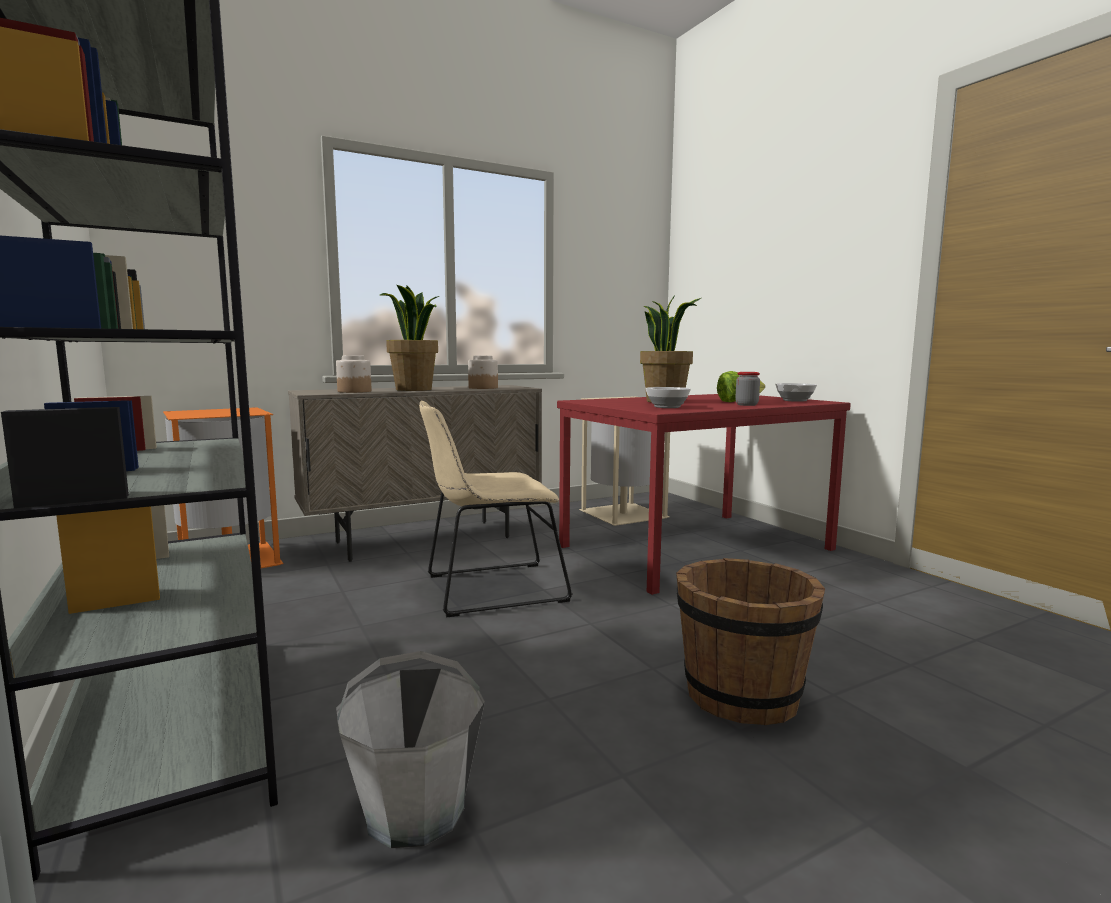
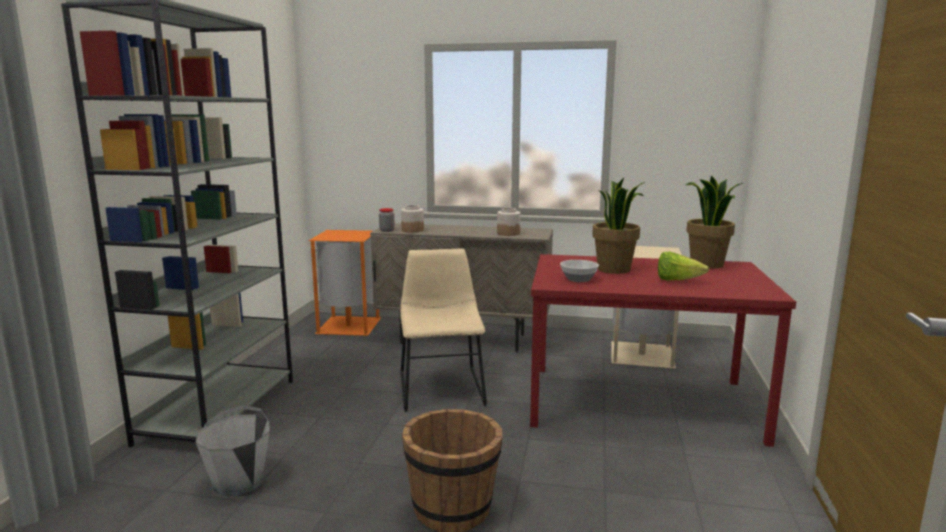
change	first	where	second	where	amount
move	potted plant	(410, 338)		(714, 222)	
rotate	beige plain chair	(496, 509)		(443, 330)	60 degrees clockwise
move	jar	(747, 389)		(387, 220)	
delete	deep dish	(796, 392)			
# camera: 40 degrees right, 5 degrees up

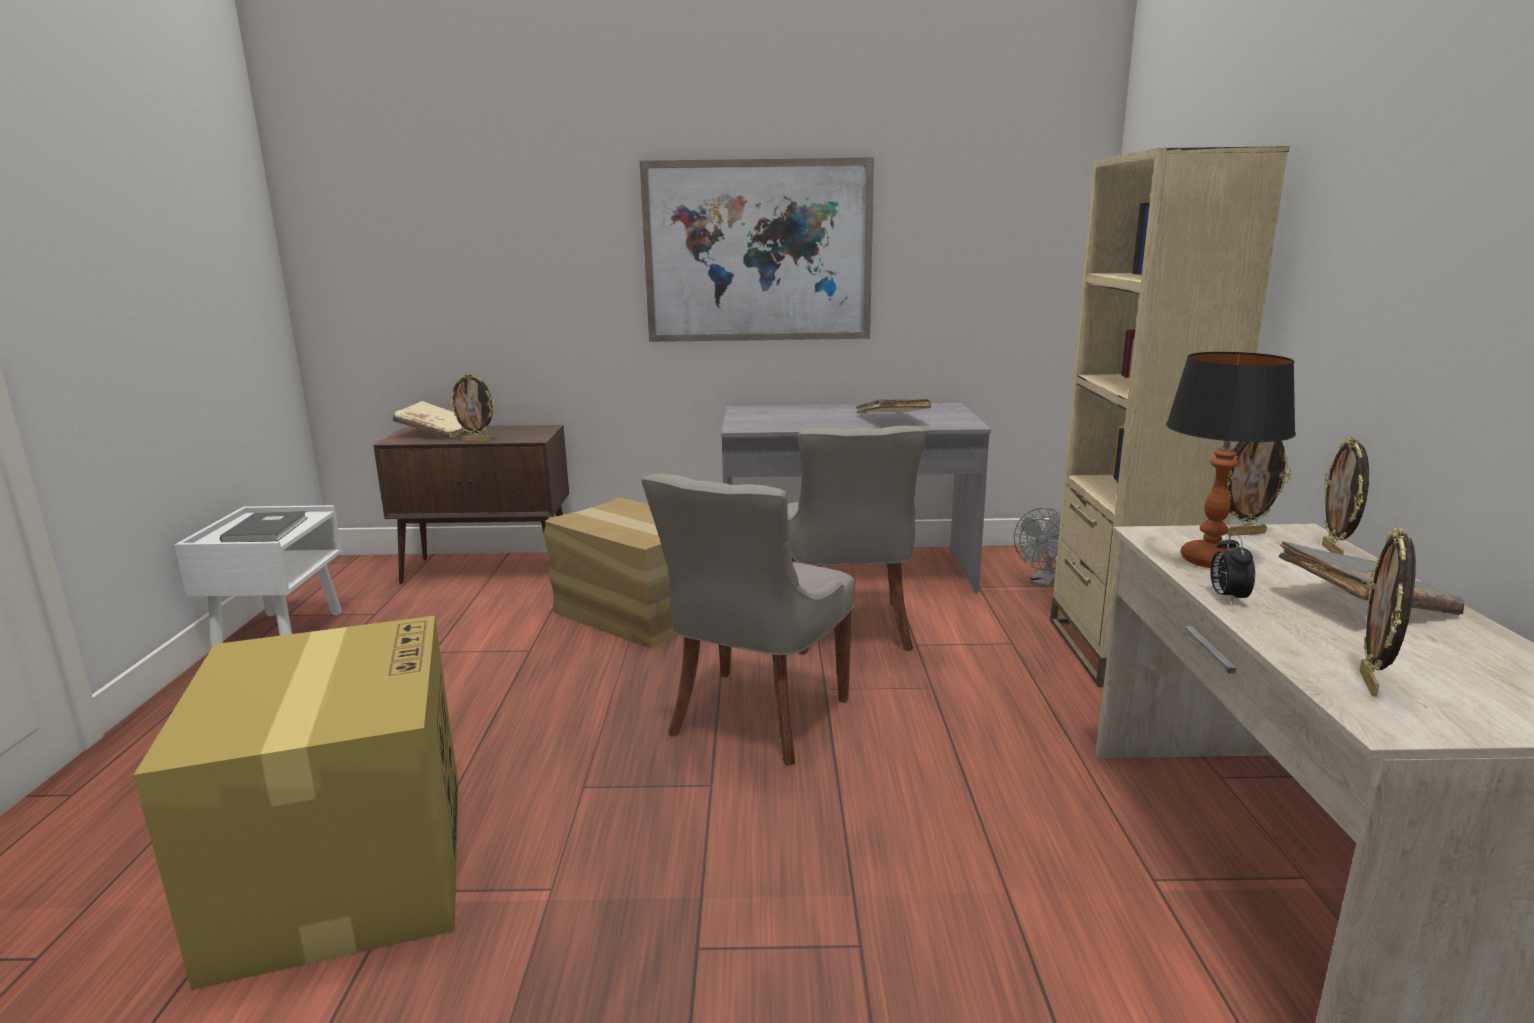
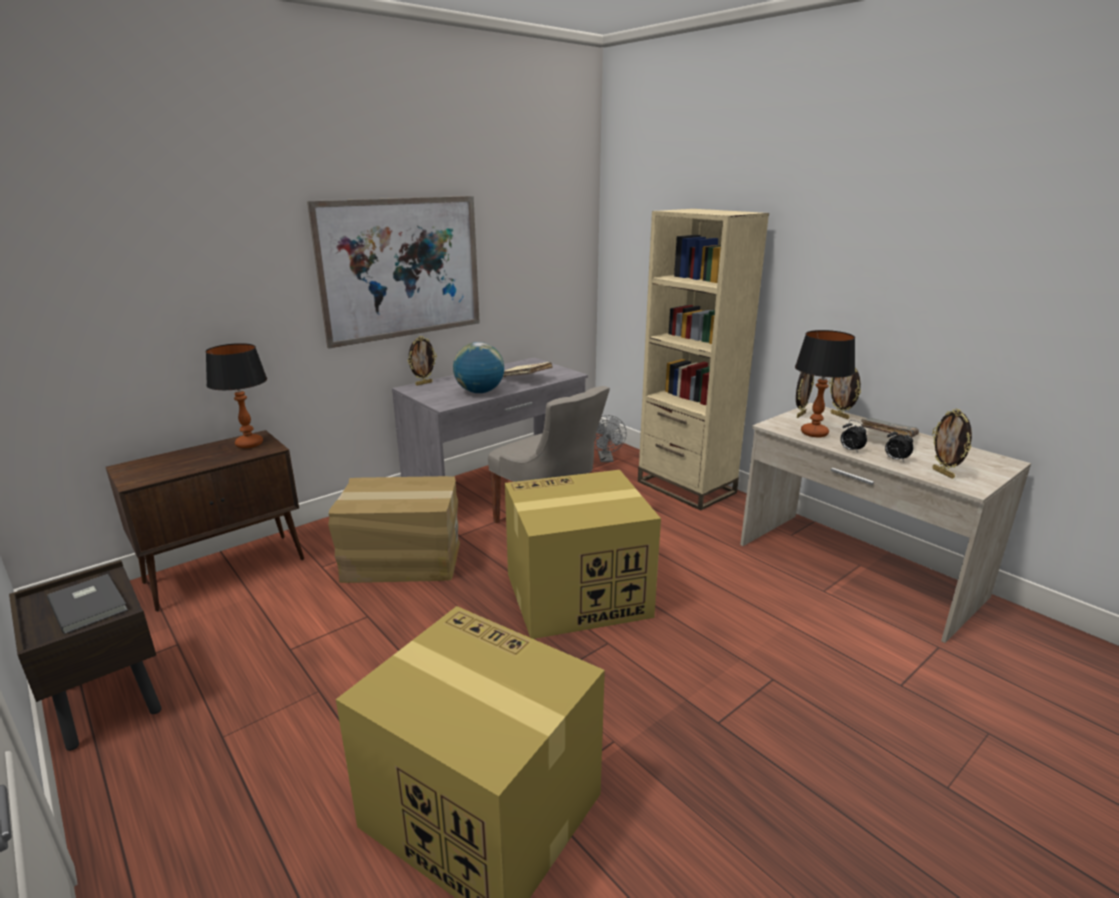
change	first	where	second	where	amount
recolor	white-coloured nightstand	(258, 577)	brown nightstand	(85, 655)	
delete	beige bound book	(430, 420)			
move	photo frame	(472, 407)		(422, 361)	
replace	grey plain chair	(748, 620)	packing box	(583, 554)	
insert			table lamp	(236, 395)	
insert			globe	(478, 367)	
insert			table clock	(899, 445)	
# camera: 40 degrees left, 5 degrees up

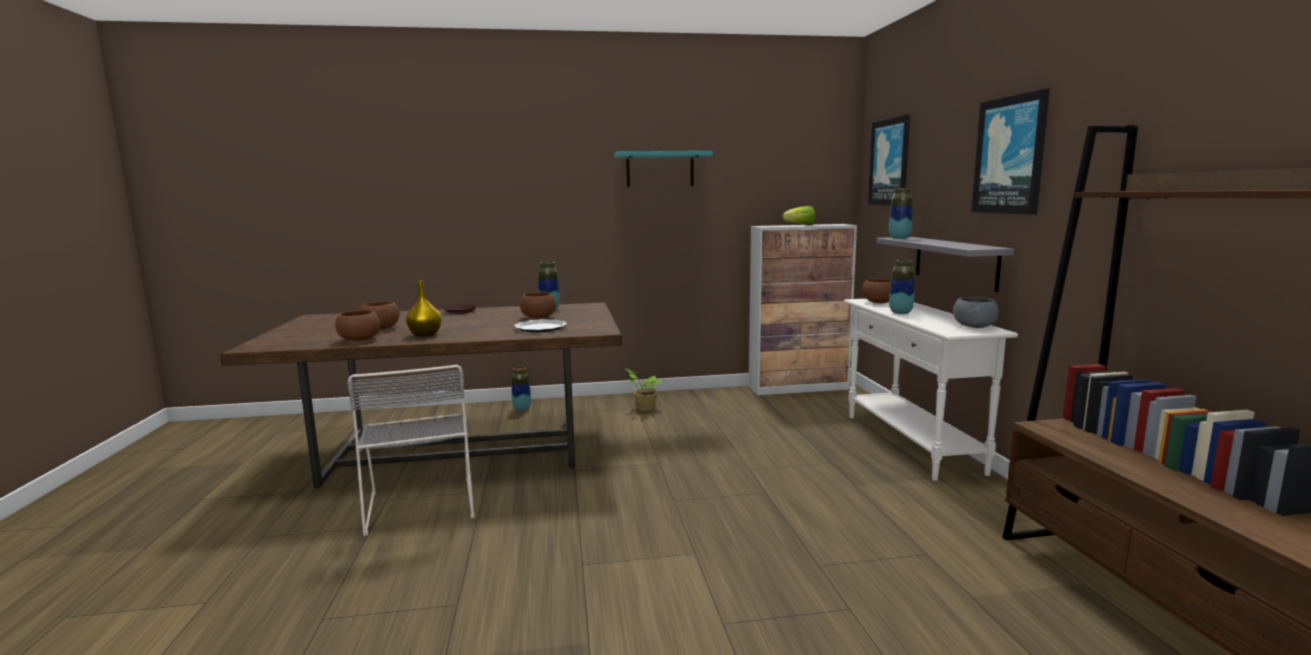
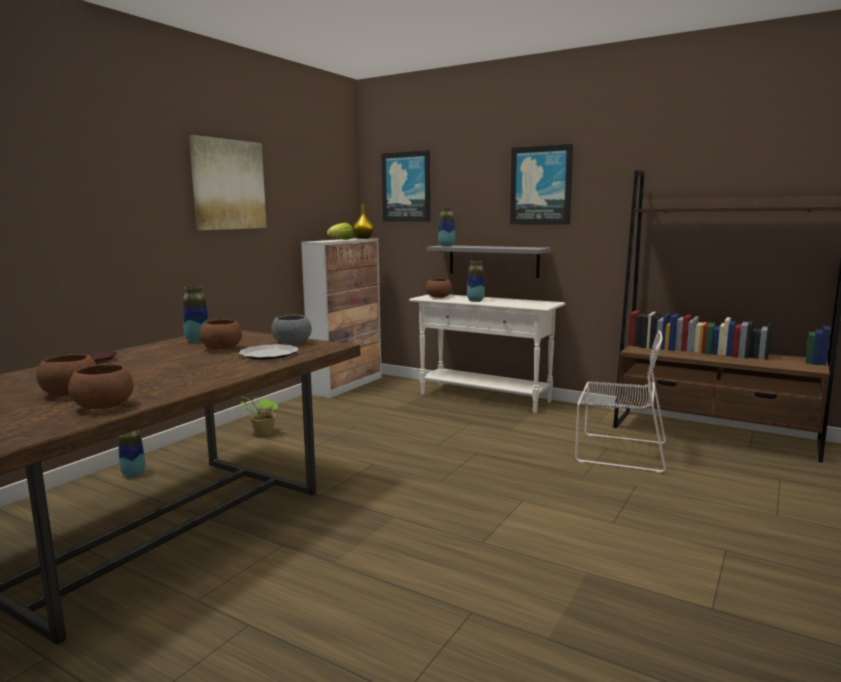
change	first	where	second	where	amount
move	grey plain chair	(411, 450)		(620, 402)	
move	yellow-coloured flower vase	(424, 309)		(363, 221)	
replace	turquoise wall shelf	(663, 169)	picture	(228, 182)	
move	grey deep dish	(976, 312)		(291, 329)	
# camera: 50 degrees left, 0 degrees up

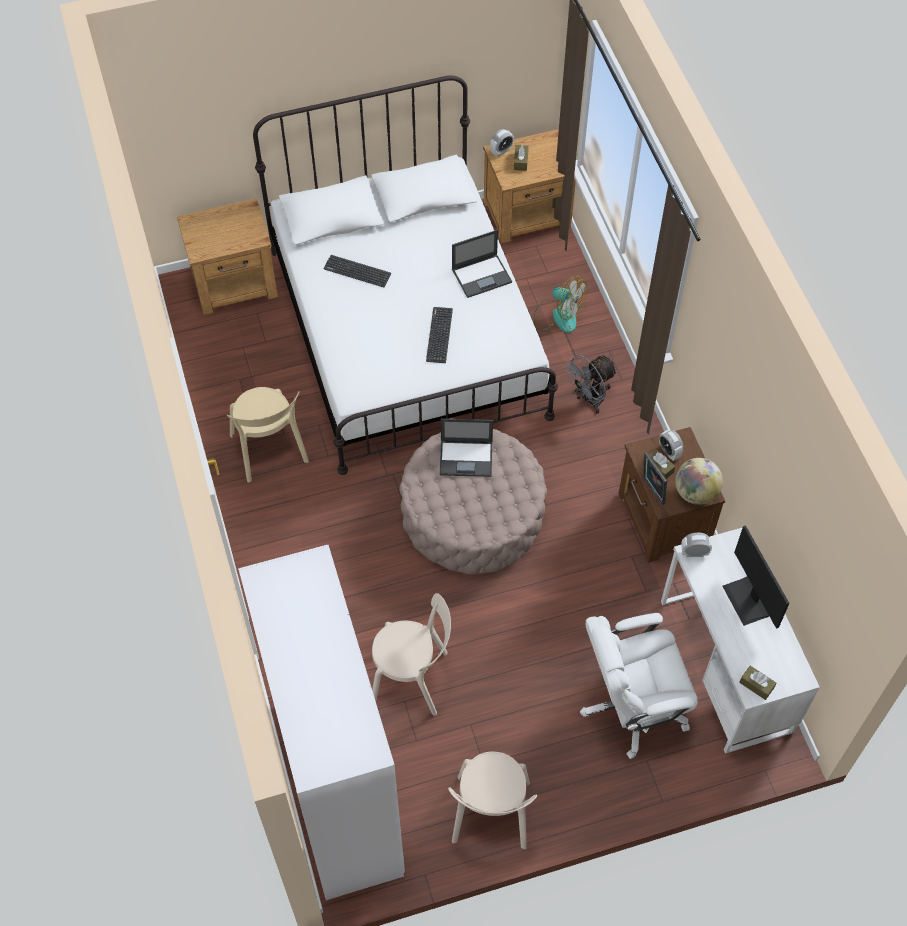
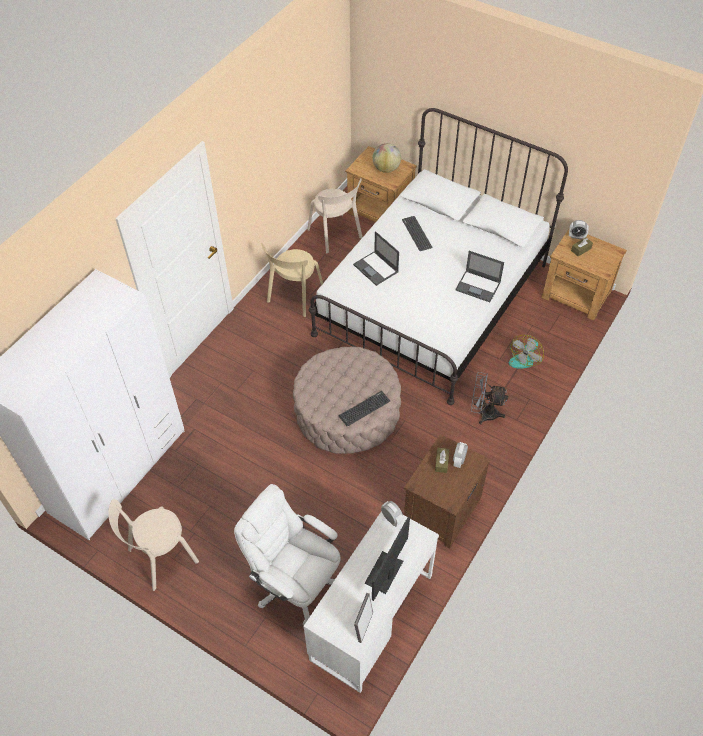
change	first	where	second	where	amount
move	beige plain chair	(411, 654)		(335, 215)	
move	PC keyboard	(439, 335)		(364, 409)	
move	portable computer	(466, 448)		(376, 258)	
rotate	electric fan	(560, 304)		(526, 352)	45 degrees clockwise
move	photo frame	(655, 478)		(363, 618)	
move	globe	(699, 481)		(386, 158)	
delete	brown tissue box	(757, 683)			
# camera: 50 degrees right, 5 degrees down

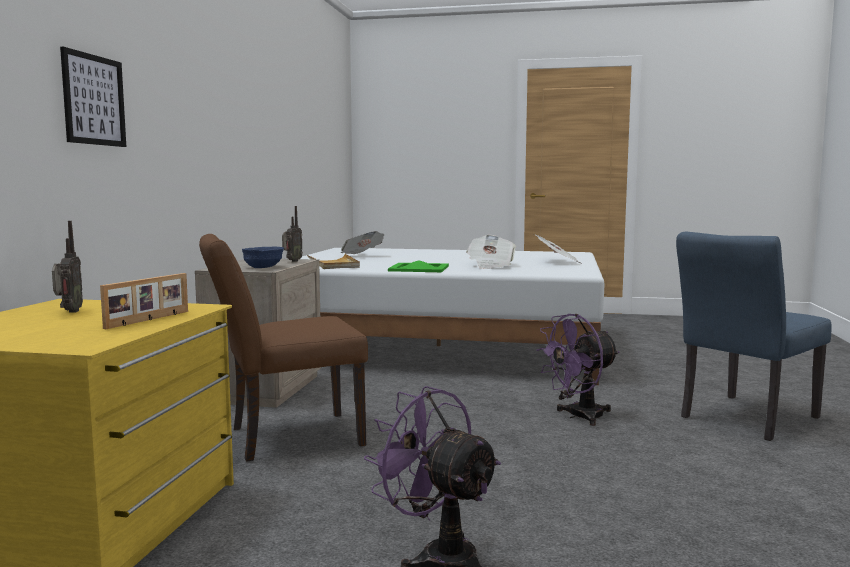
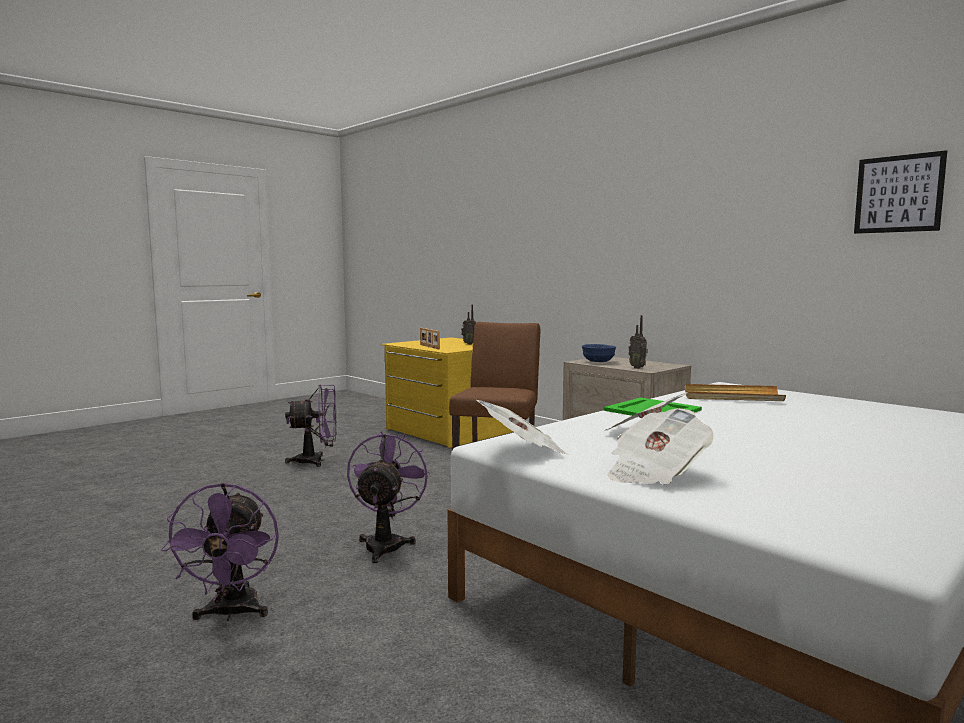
change	first	where	second	where	amount
move	picture	(93, 97)		(900, 192)	
move	daily paper	(362, 242)		(522, 427)	
replace	bluish plain chair	(754, 336)	purplish electric fan	(220, 552)	
# camera: 125 degrees right, 0 degrees up

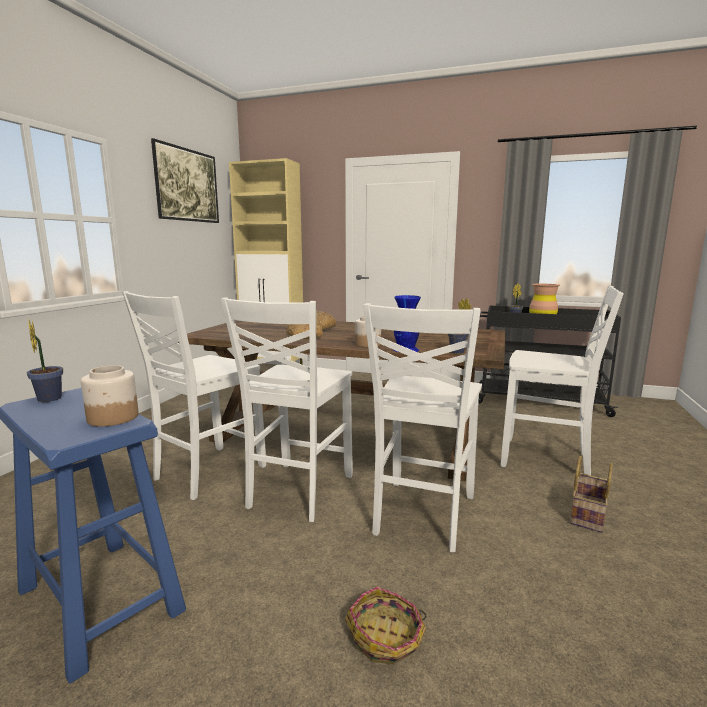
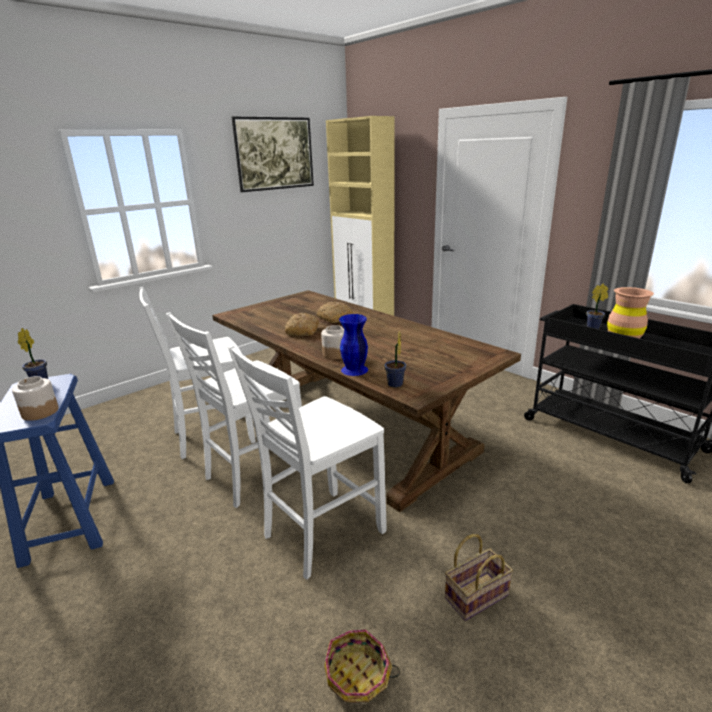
change	first	where	second	where	amount
move	basket	(385, 625)		(362, 666)	
delete	white-coloured plain chair	(562, 380)			
# camera: 30 degrees right, 10 degrees up

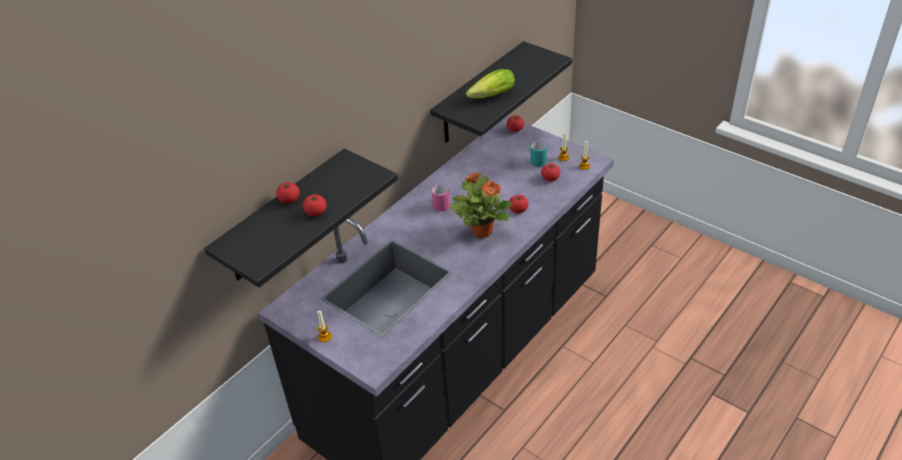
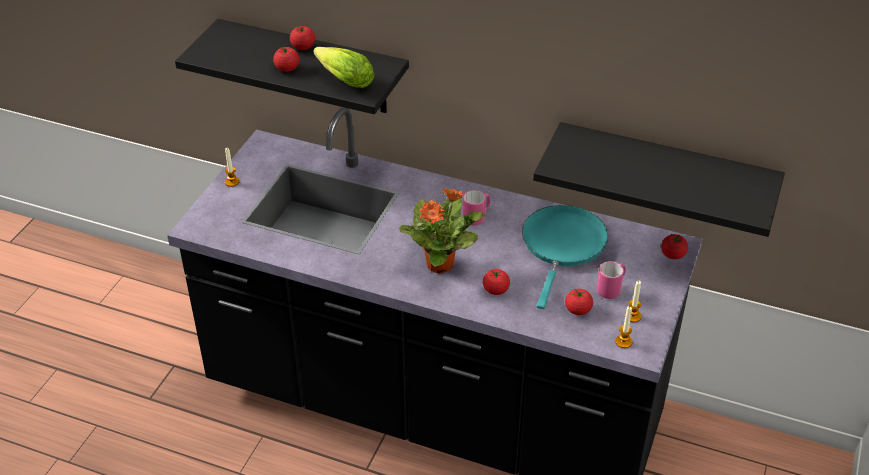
change	first	where	second	where	amount
move	lettuce head	(490, 83)		(343, 67)	
recolor	turquoise mug	(538, 154)	pink mug	(611, 280)	
insert			turquoise pan	(565, 257)	
# camera: 70 degrees right, 0 degrees up

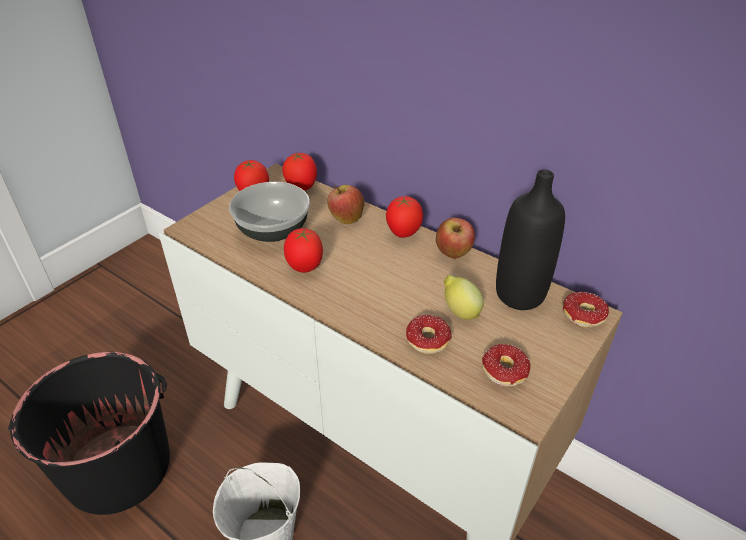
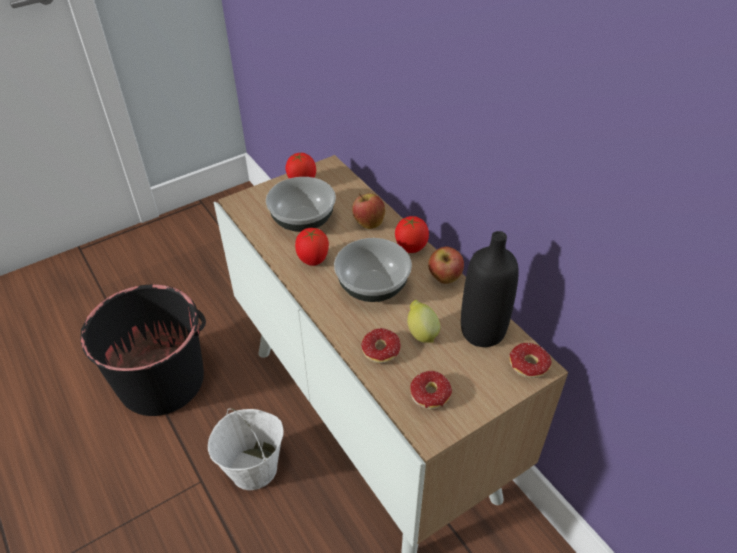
change	first	where	second	where	amount
delete	whole tomato	(299, 171)			
insert			deep dish	(373, 270)	
# camera: 20 degrees right, 5 degrees up

